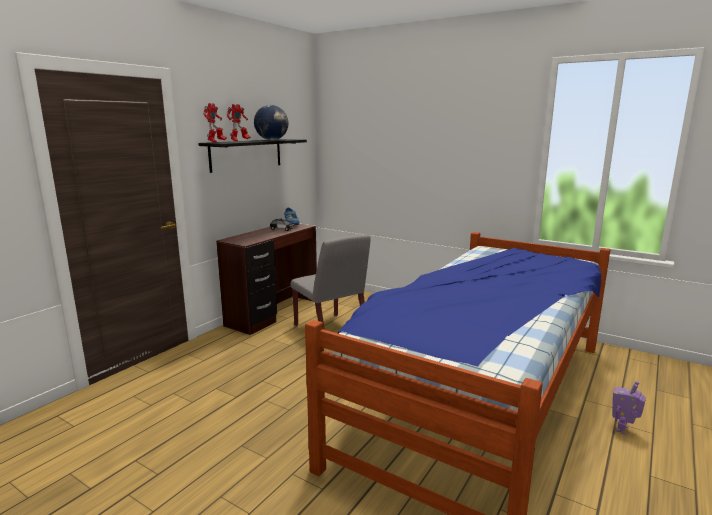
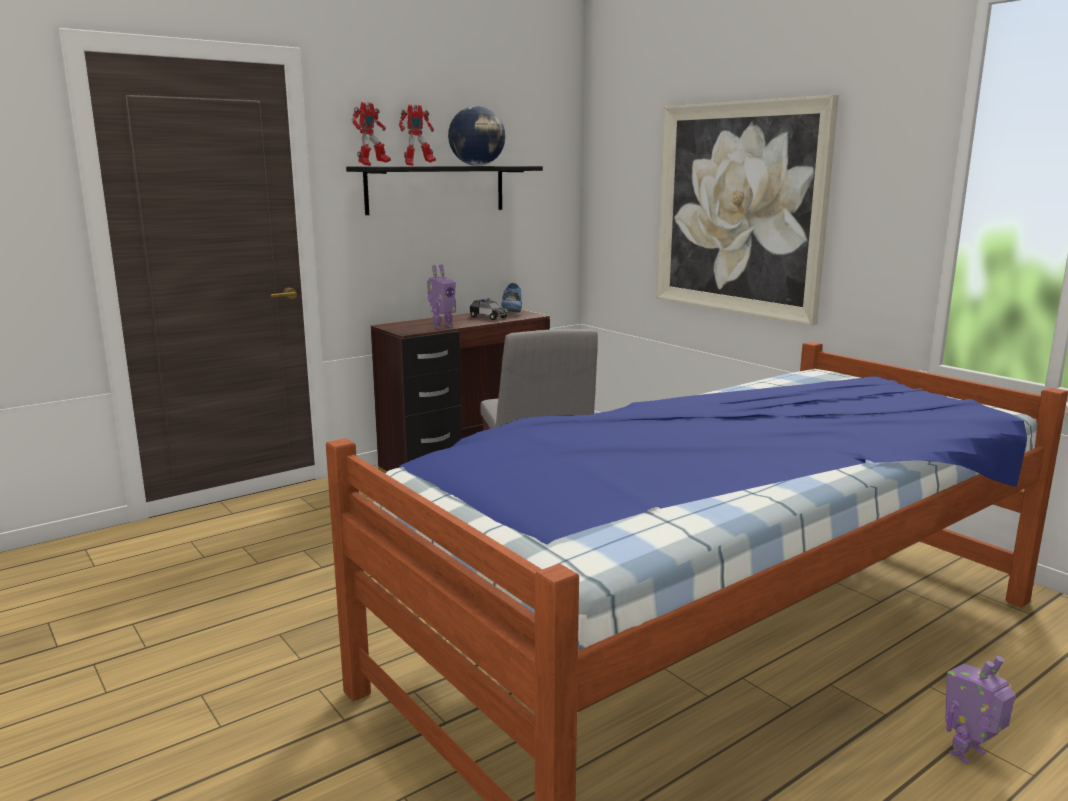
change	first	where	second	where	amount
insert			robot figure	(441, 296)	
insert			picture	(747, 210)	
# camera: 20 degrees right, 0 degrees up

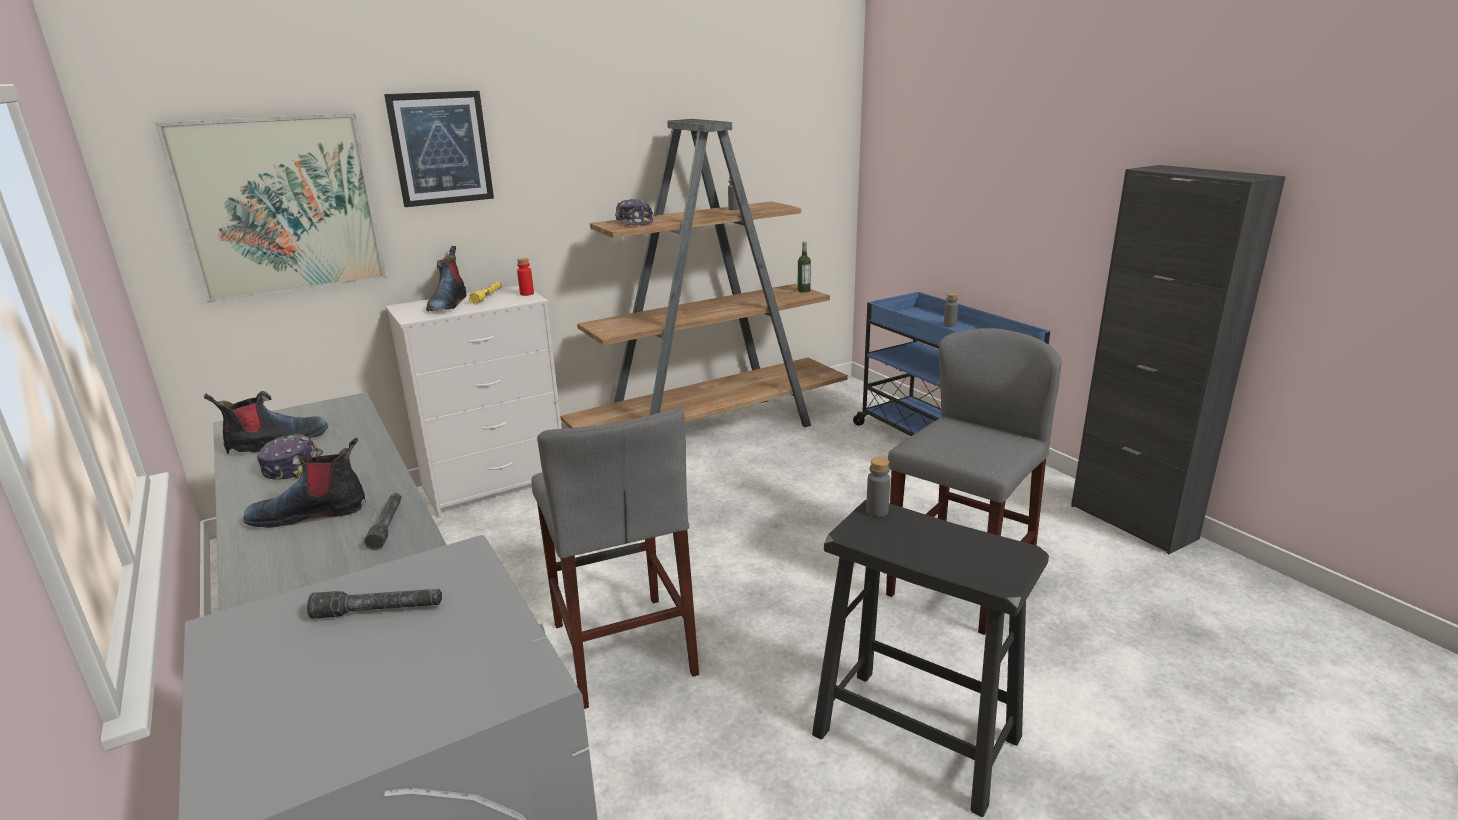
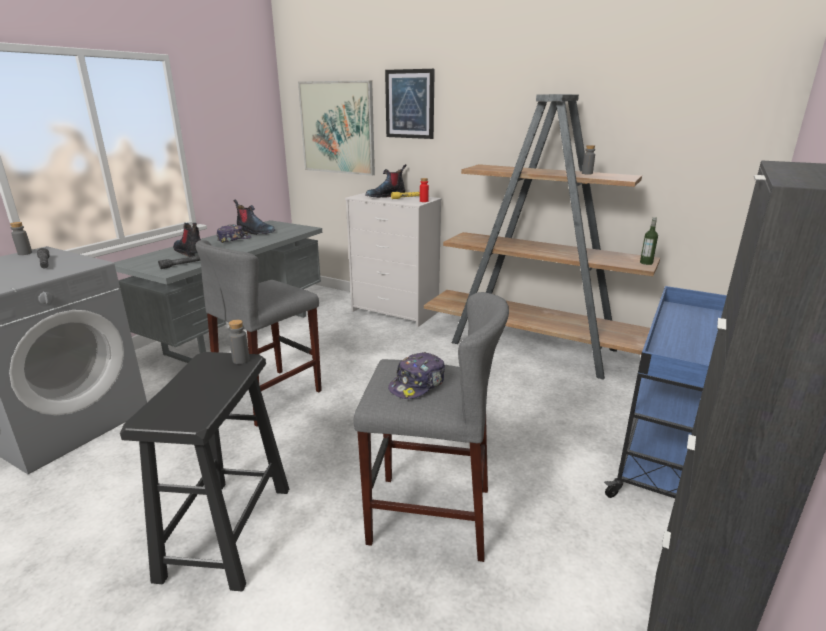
change	first	where	second	where	amount
move	baseball cap	(634, 212)		(416, 375)	
move	grey drink bottle	(951, 310)		(21, 238)	
# camera: 60 degrees right, 0 degrees up

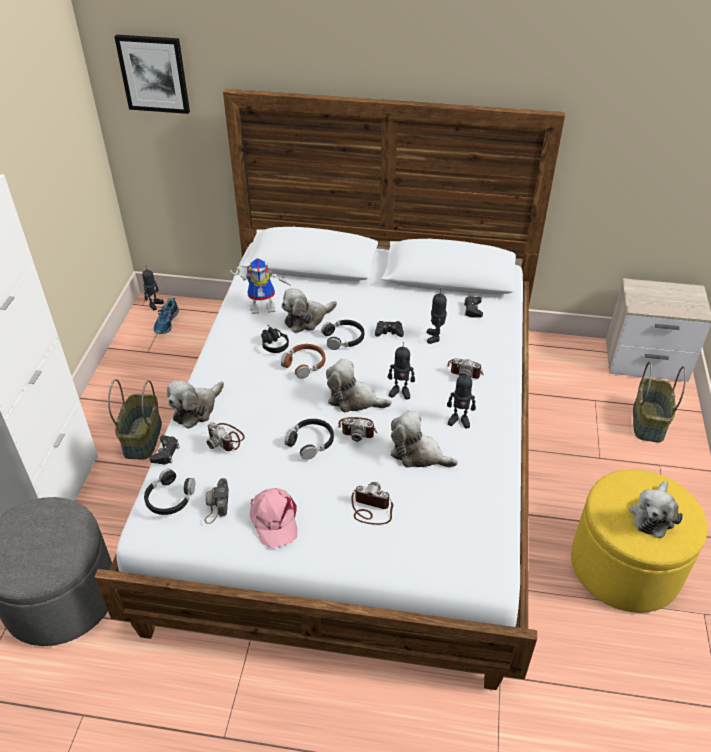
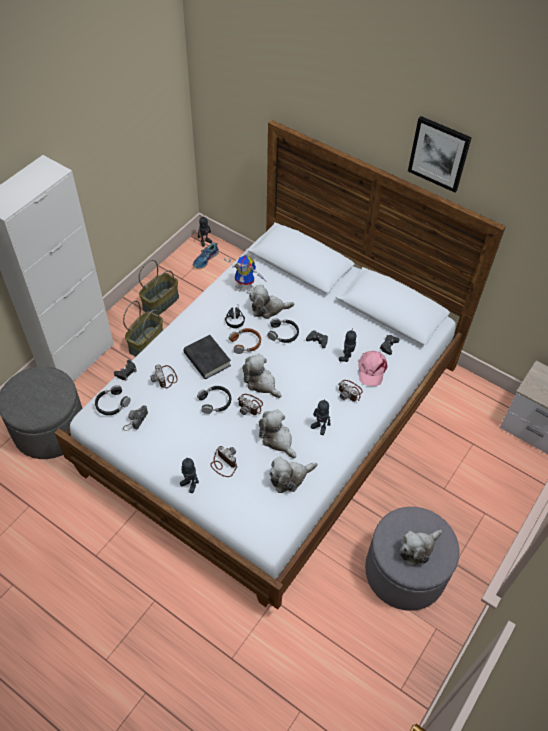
change	first	where	second	where	amount
move	picture	(152, 74)		(440, 154)	
move	plush toy	(195, 404)		(293, 475)	
move	pink baseball cap	(274, 518)		(373, 368)	
move	robot figure	(401, 371)		(189, 475)	
recolor	yellow-coloured footrest	(639, 541)	grey footrest	(412, 559)	
move	basket	(659, 402)		(159, 287)	
insert			blackish bound book	(207, 357)	
# camera: 25 degrees right, 10 degrees up

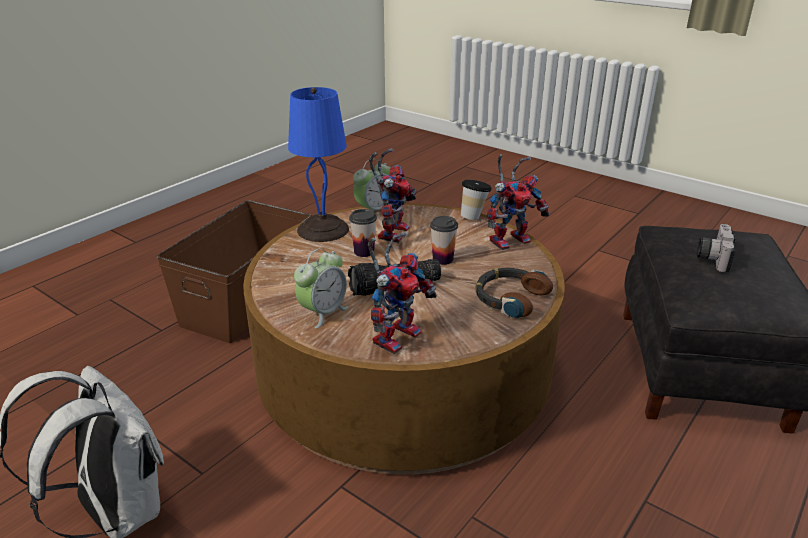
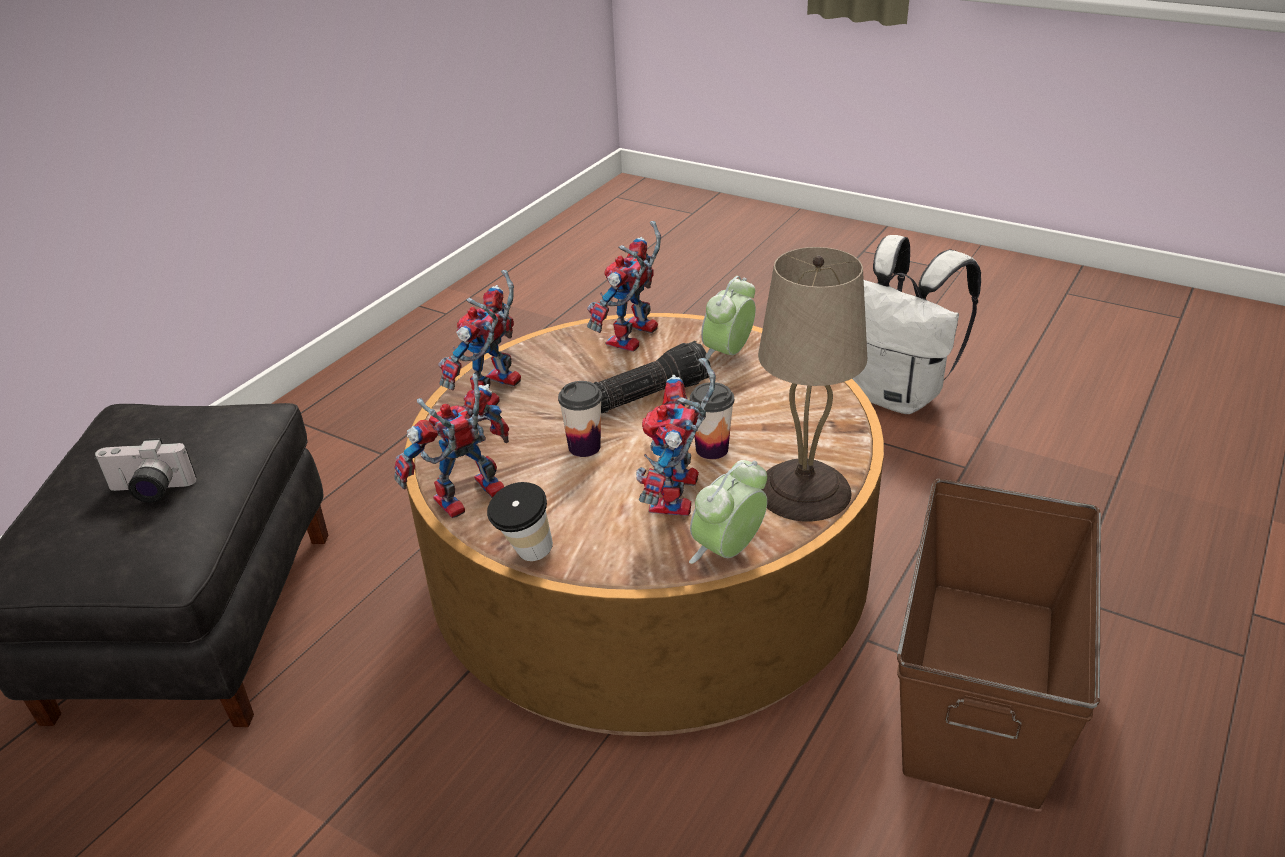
change	first	where	second	where	amount
recolor	bluish table lamp	(318, 164)	beige table lamp	(812, 384)	
replace	headset	(514, 293)	robot figure	(479, 338)	
rotate	still camera	(716, 248)		(145, 470)	75 degrees clockwise
# camera: 175 degrees right, 5 degrees up

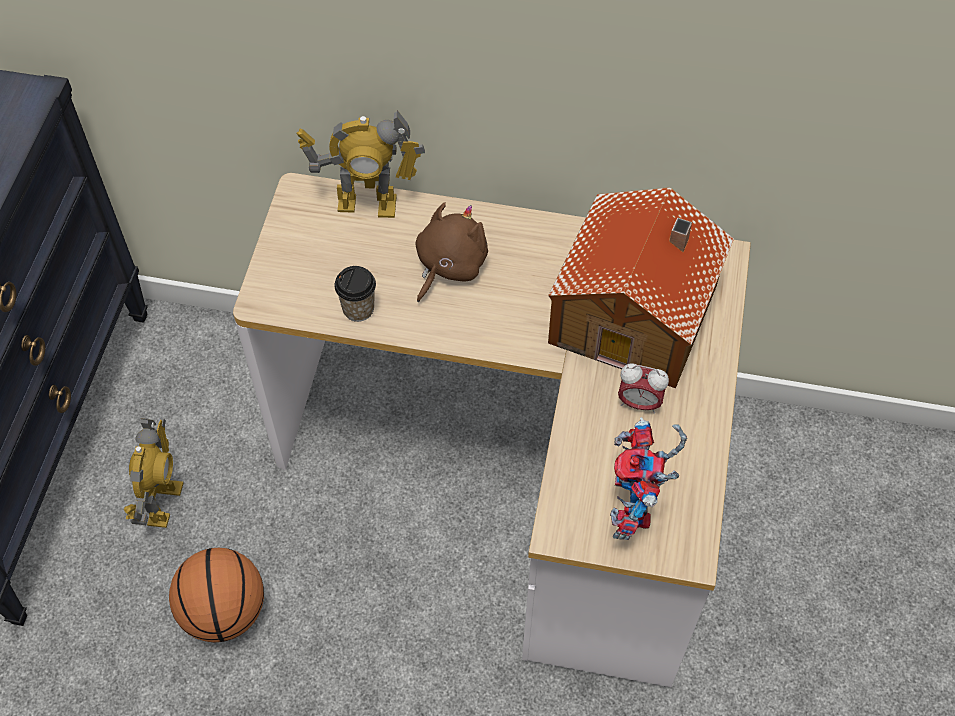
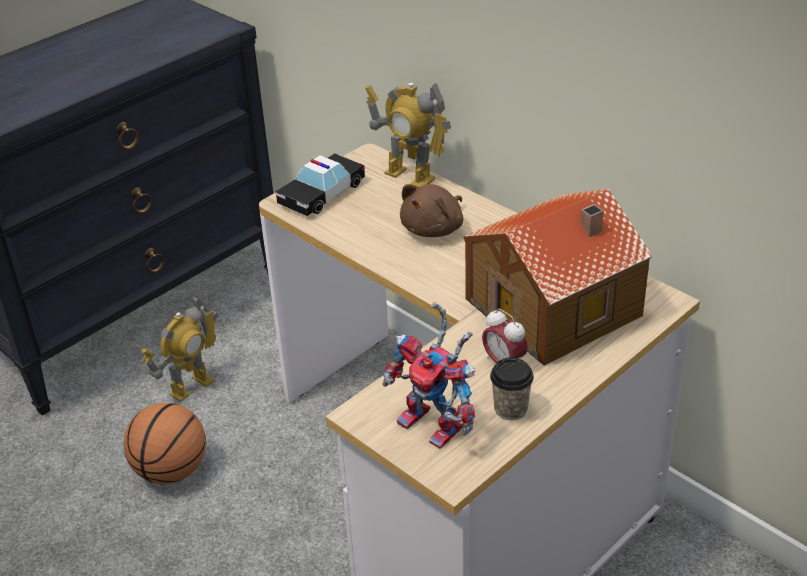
change	first	where	second	where	amount
move	drinking cup	(355, 294)		(512, 389)	
rotate	brown plush toy	(452, 252)		(431, 210)	150 degrees clockwise
rotate	robot figure	(648, 478)		(429, 375)	90 degrees counterclockwise
insert			miniature car	(320, 184)	
# camera: 35 degrees right, 20 degrees down

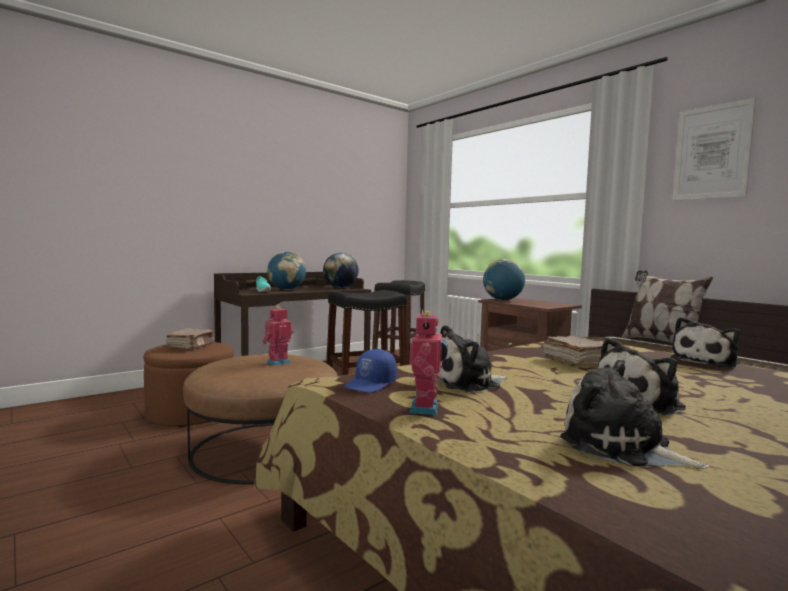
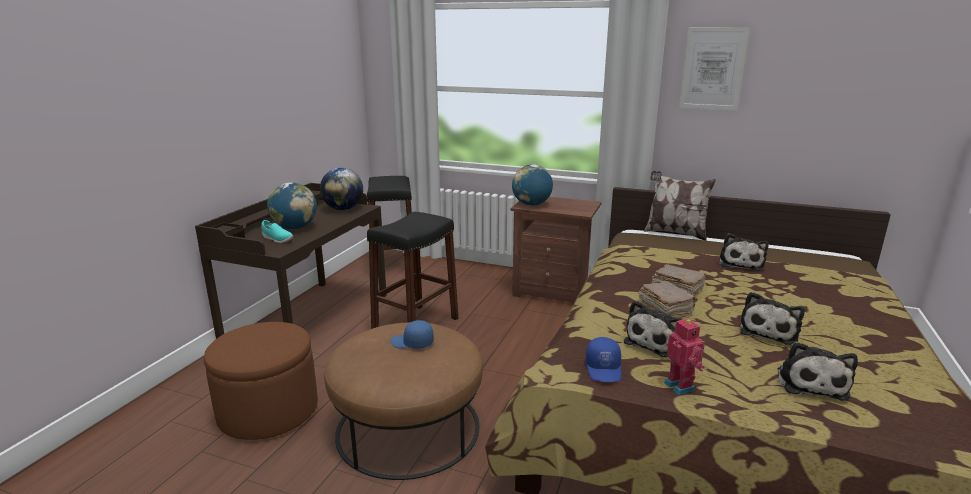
change	first	where	second	where	amount
move	brown bound book	(190, 338)		(668, 298)	
replace	robot figure	(277, 336)	bluish baseball cap	(412, 334)	
rotate	plush toy	(634, 414)		(818, 371)	90 degrees counterclockwise
# camera: 30 degrees left, 15 degrees up

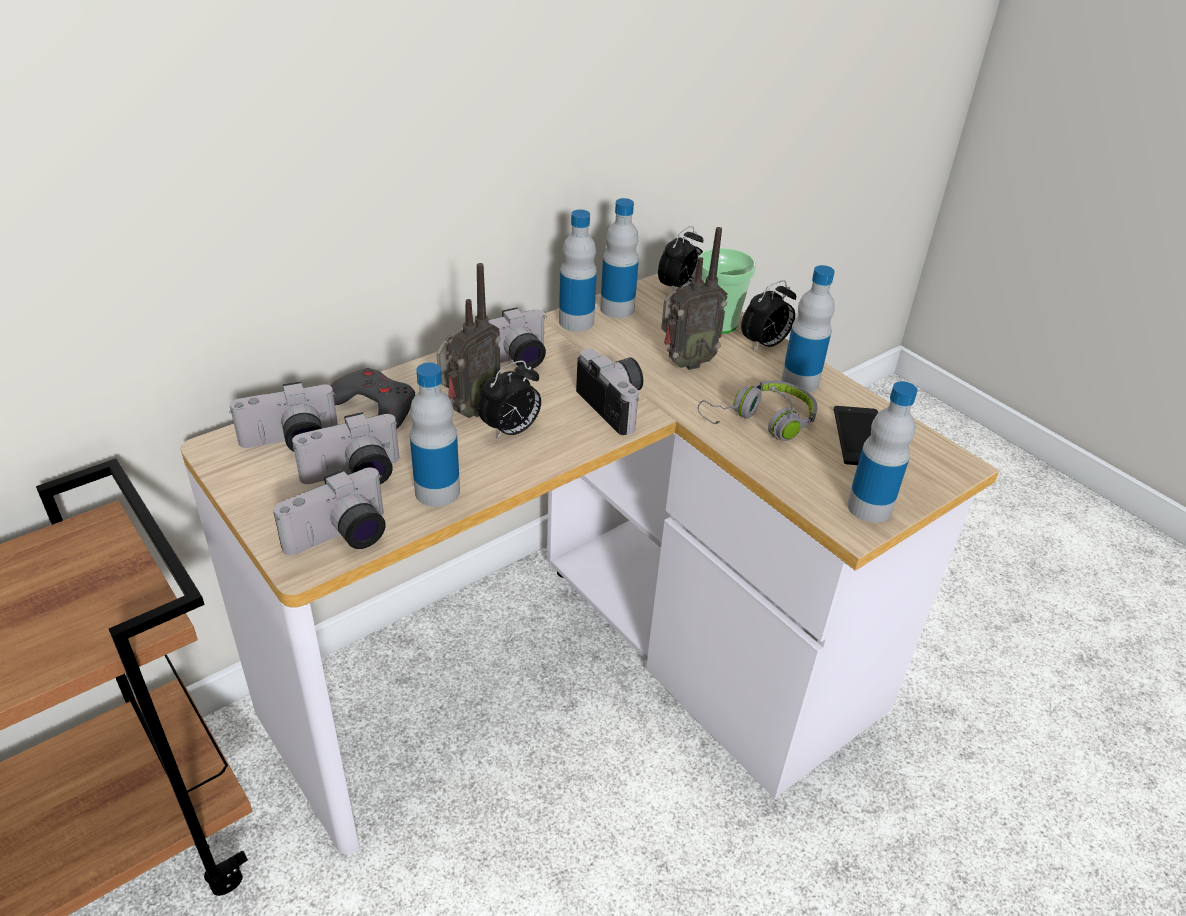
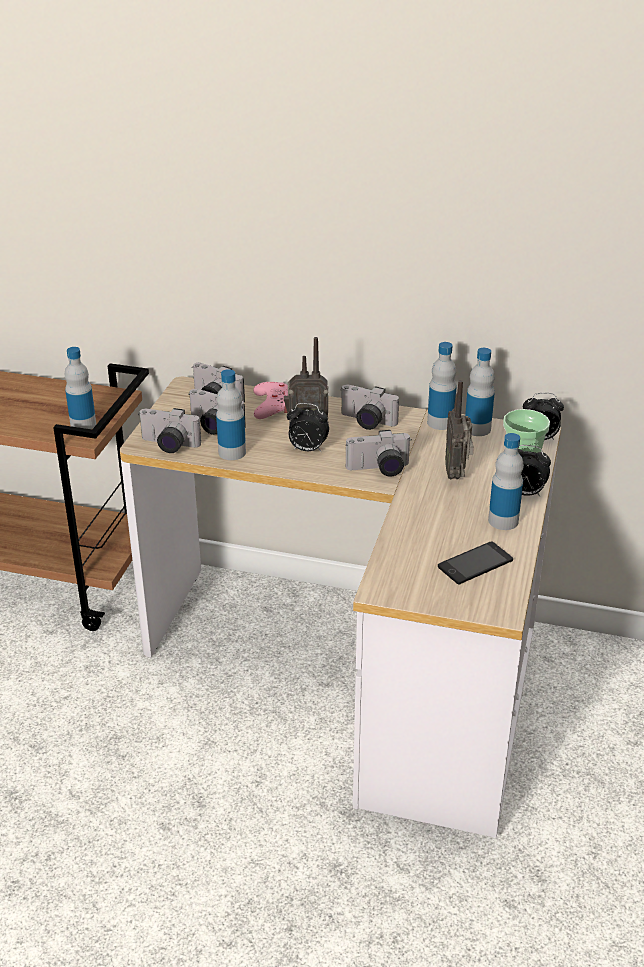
change	first	where	second	where	amount
recolor	grey game controller	(372, 398)	pink game controller	(270, 400)	
rotate	still camera	(609, 392)		(378, 453)	60 degrees clockwise
rotate	radio set	(694, 298)		(459, 430)	60 degrees clockwise
delete	grey headset	(757, 411)			
move	drink bottle	(882, 452)		(80, 388)	
# camera: 55 degrees right, 5 degrees down

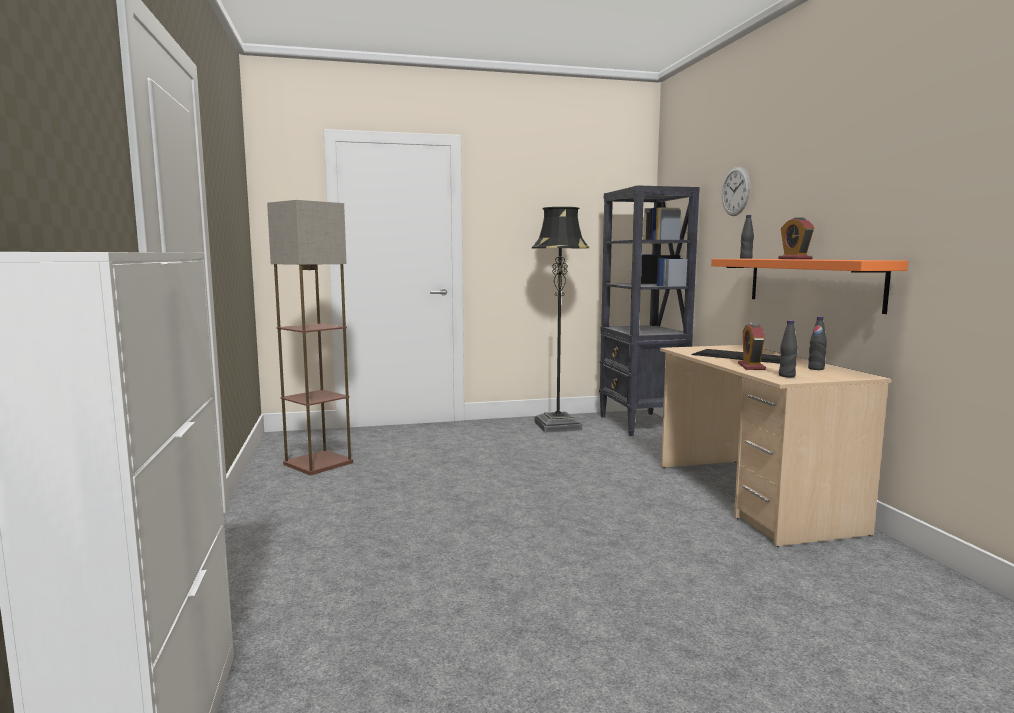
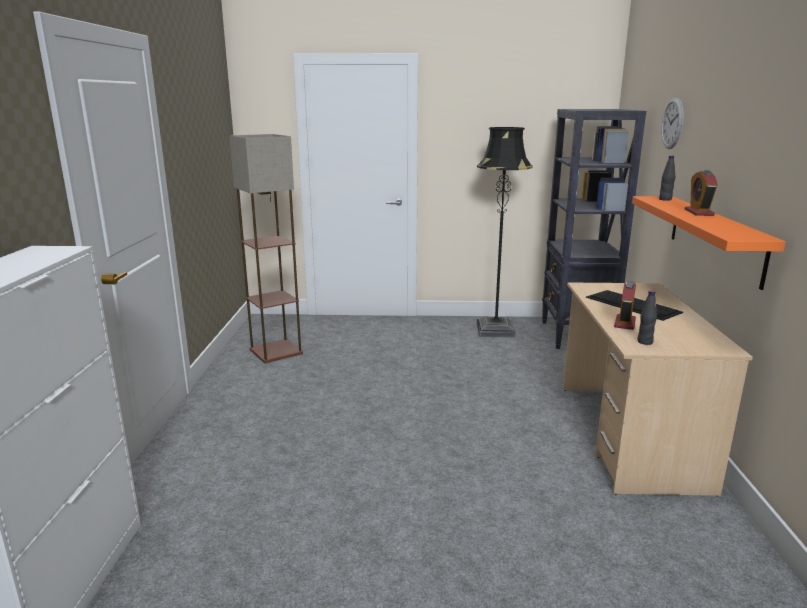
change	first	where	second	where	amount
delete	blackish drink bottle	(817, 343)			
# camera: 15 degrees right, 10 degrees up

